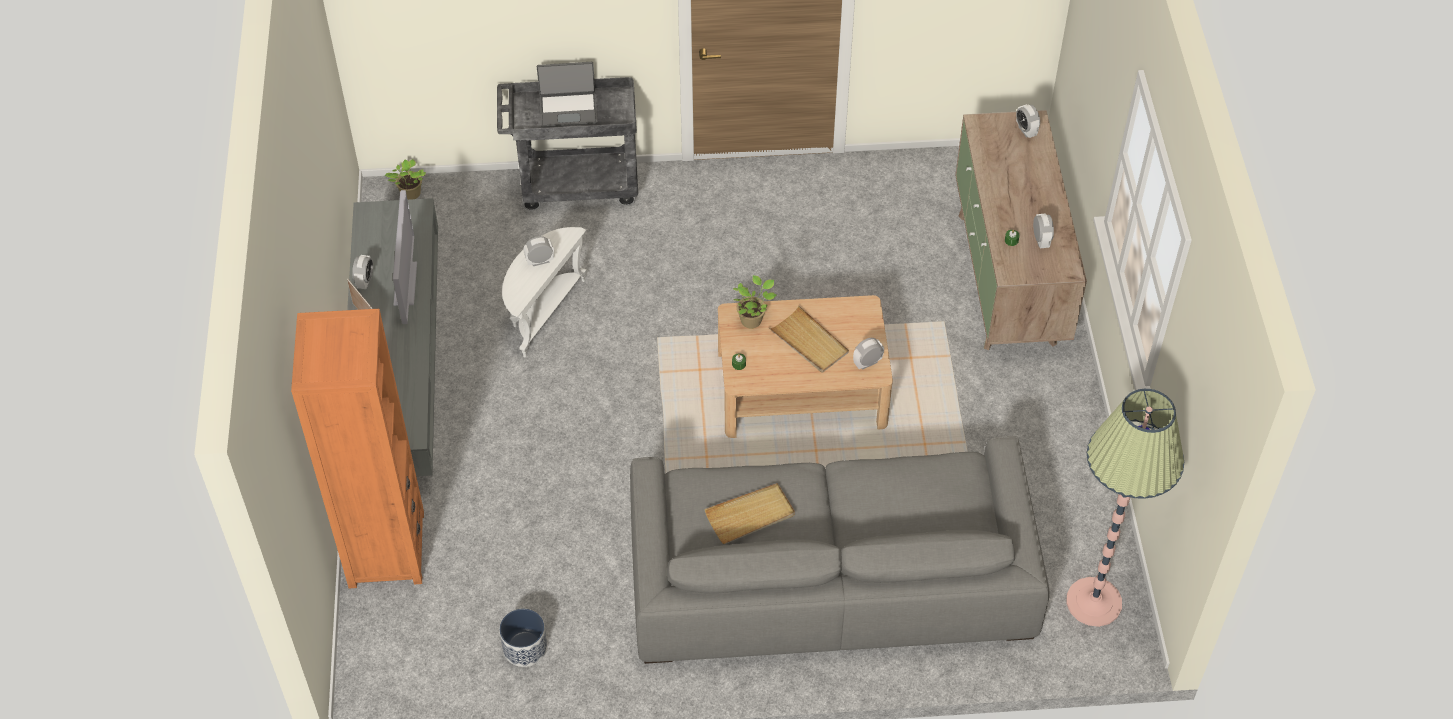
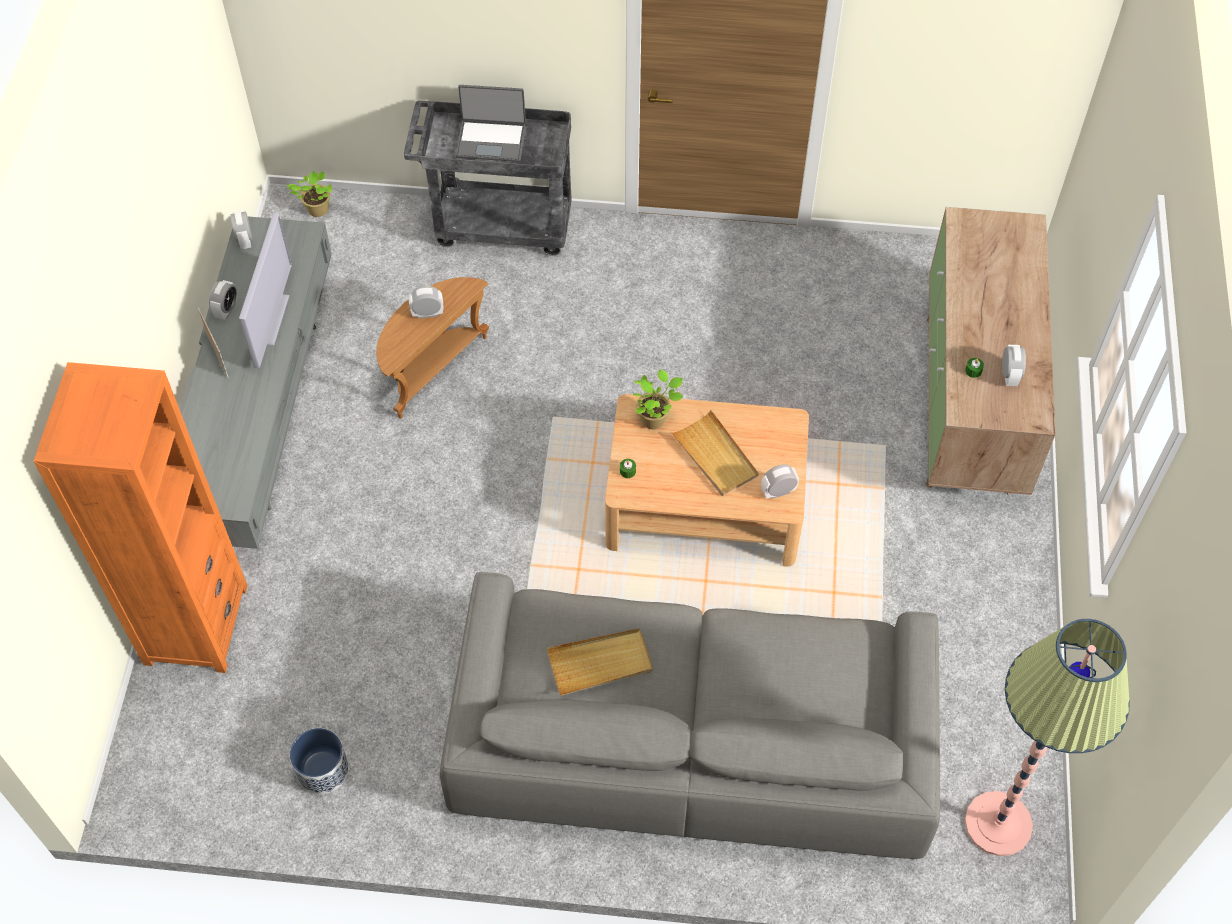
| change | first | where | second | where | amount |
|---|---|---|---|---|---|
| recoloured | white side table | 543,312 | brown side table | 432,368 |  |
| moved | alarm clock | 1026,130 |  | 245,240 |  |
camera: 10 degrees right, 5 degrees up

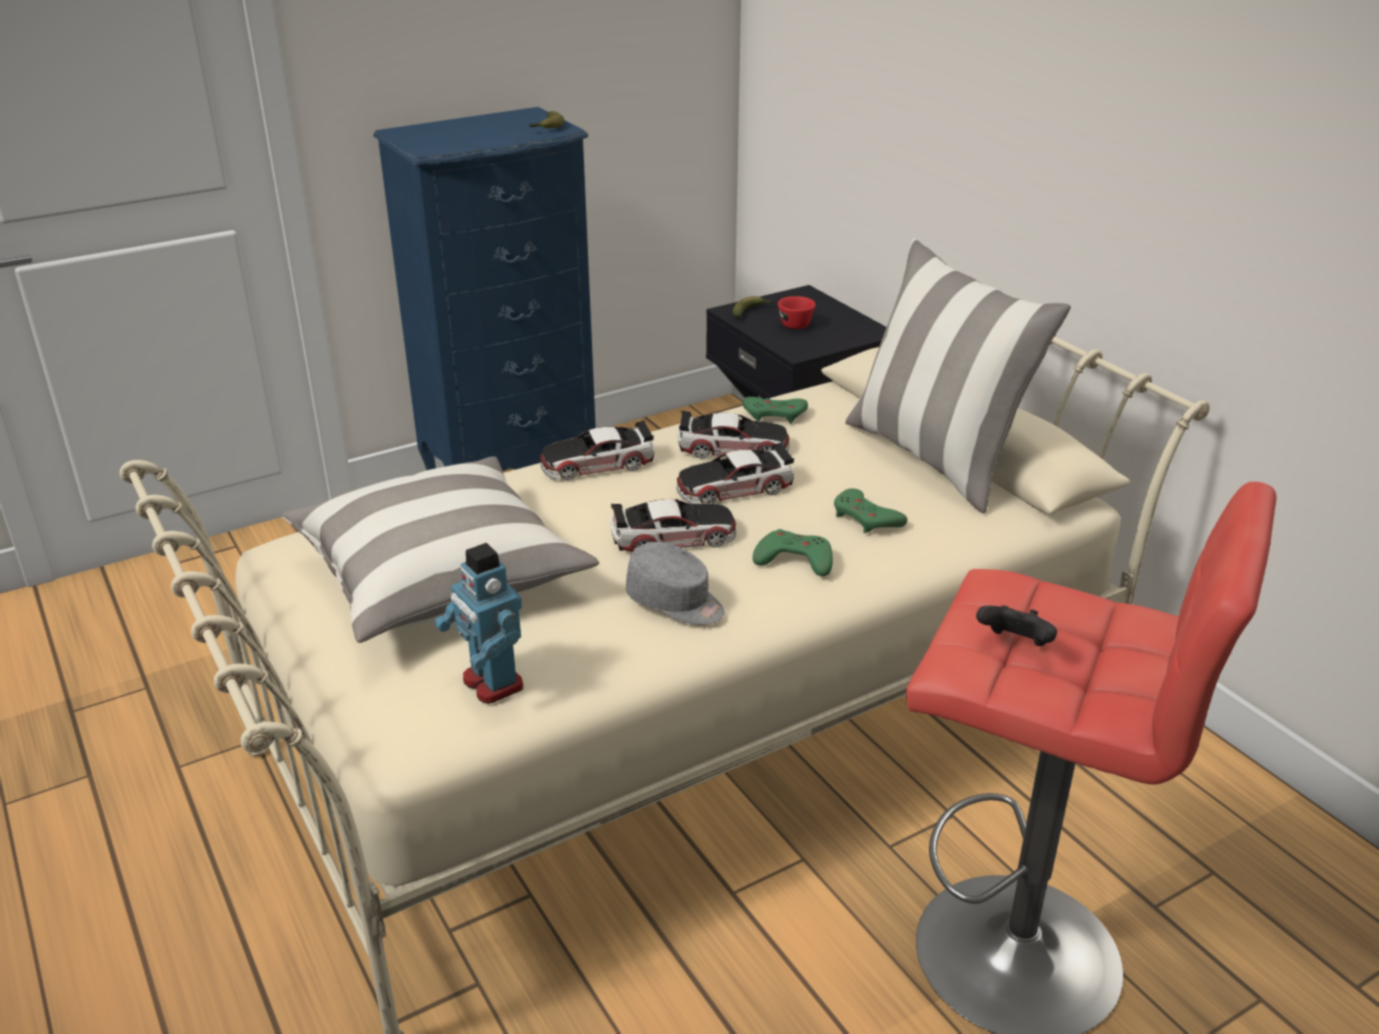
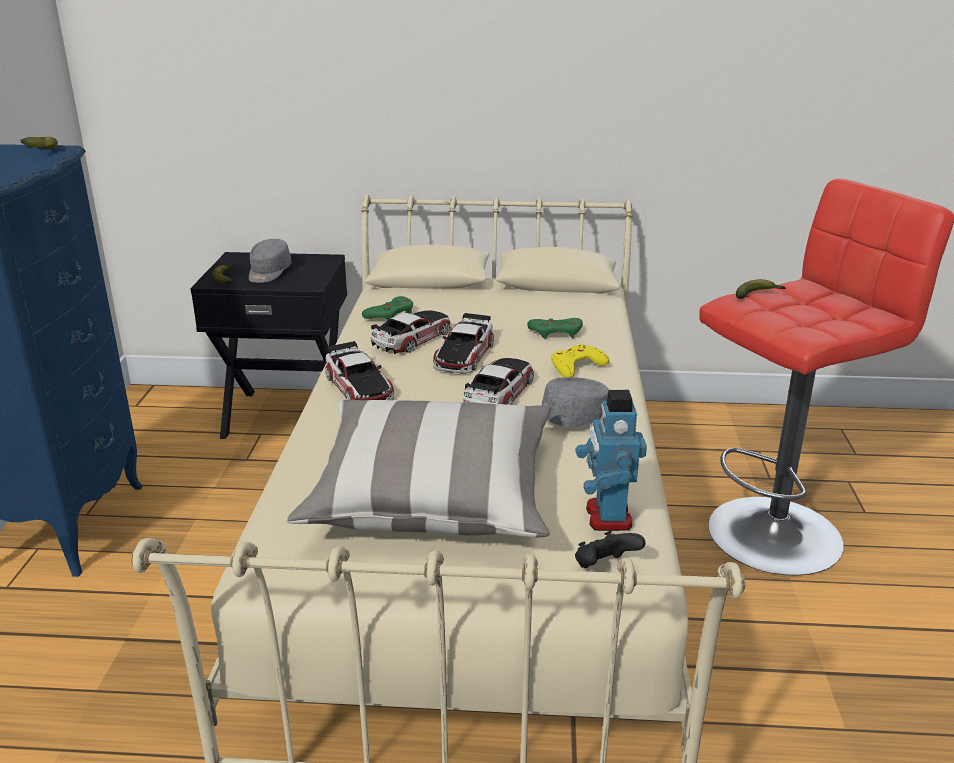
| change | first | where | second | where | amount |
|---|---|---|---|---|---|
| turned | toy robot | 491,683 |  | 607,516 | 90 degrees clockwise |
| turned | toy car | 597,463 |  | 359,387 | 45 degrees counterclockwise |
| recoloured | green game controller | 794,559 | yellow game controller | 576,366 |  |
| replaced | red cup | 793,323 | grey cap | 268,273 |  |
| removed | pillow | 936,458 |  |  |  |
| moved | black game controller | 1015,645 |  | 604,567 |  |
| added |  |  | banana | 758,295 |  |
camera: 55 degrees left, 5 degrees down

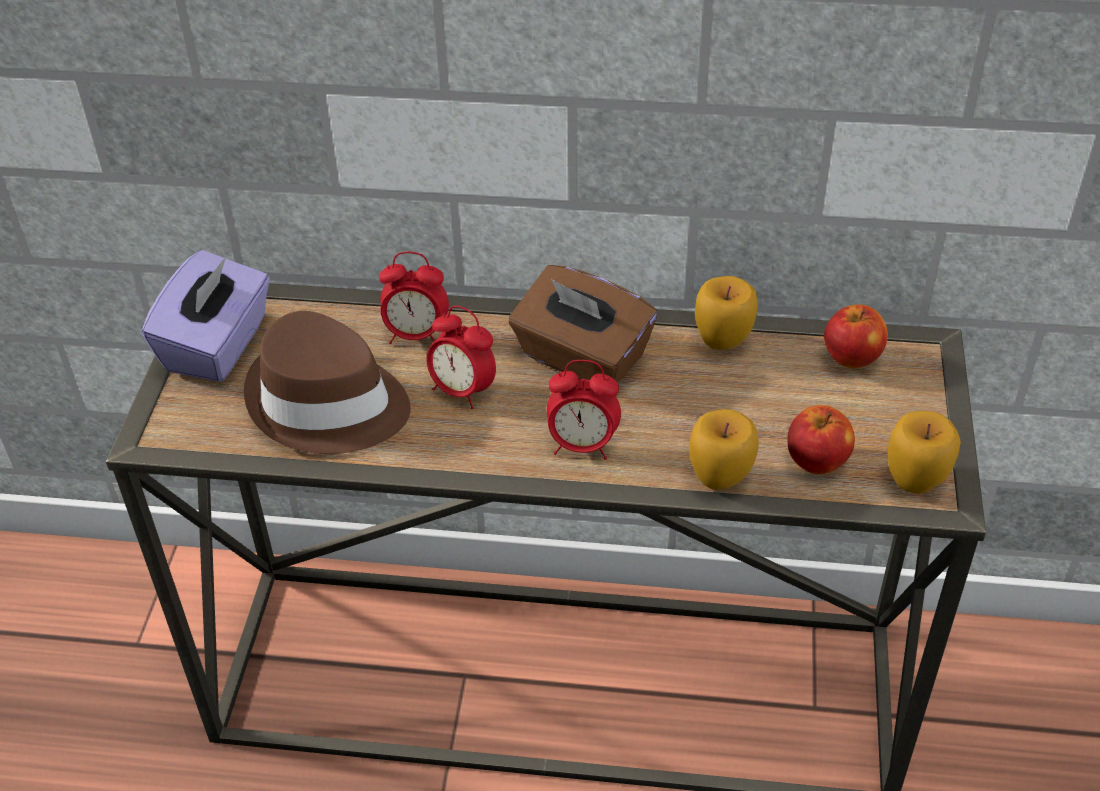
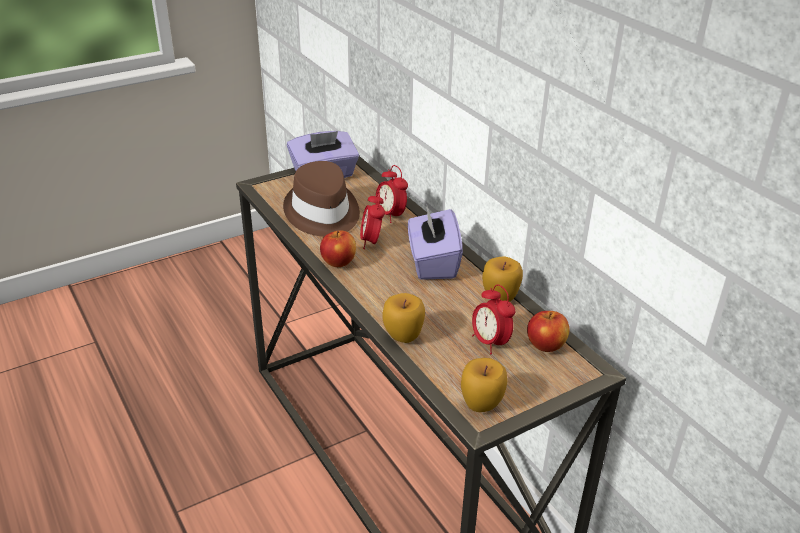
| change | first | where | second | where | amount |
|---|---|---|---|---|---|
| recoloured | brown tissue box | 581,358 | purple tissue box | 432,263 |  |
| moved | alarm clock | 582,445 |  | 490,342 |  |
| moved | apple | 816,461 |  | 338,262 |  |
camera: 50 degrees right, 10 degrees down

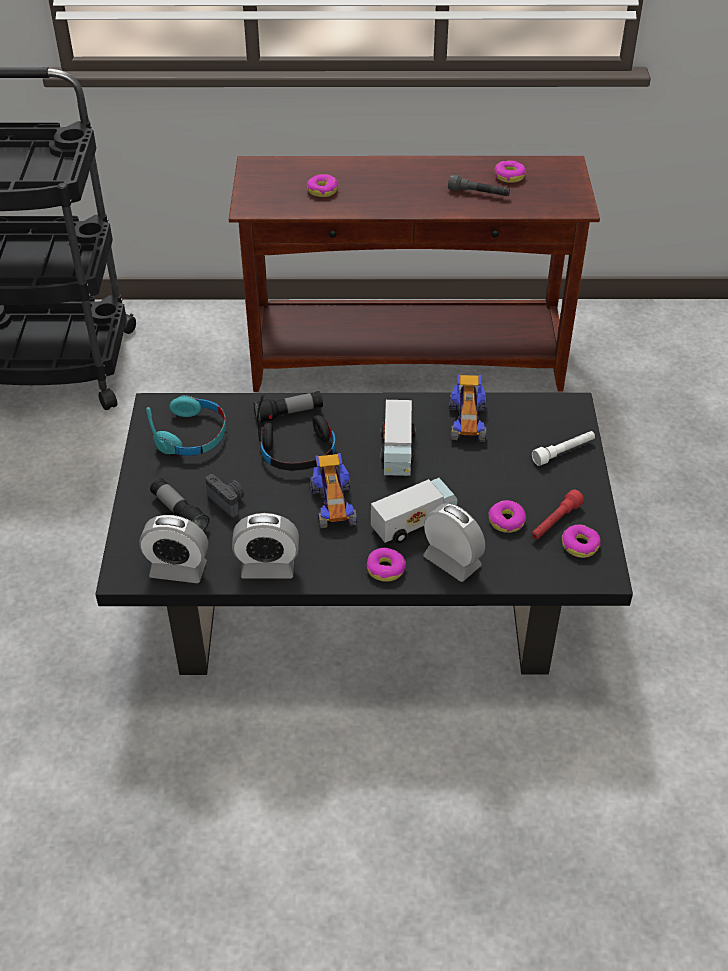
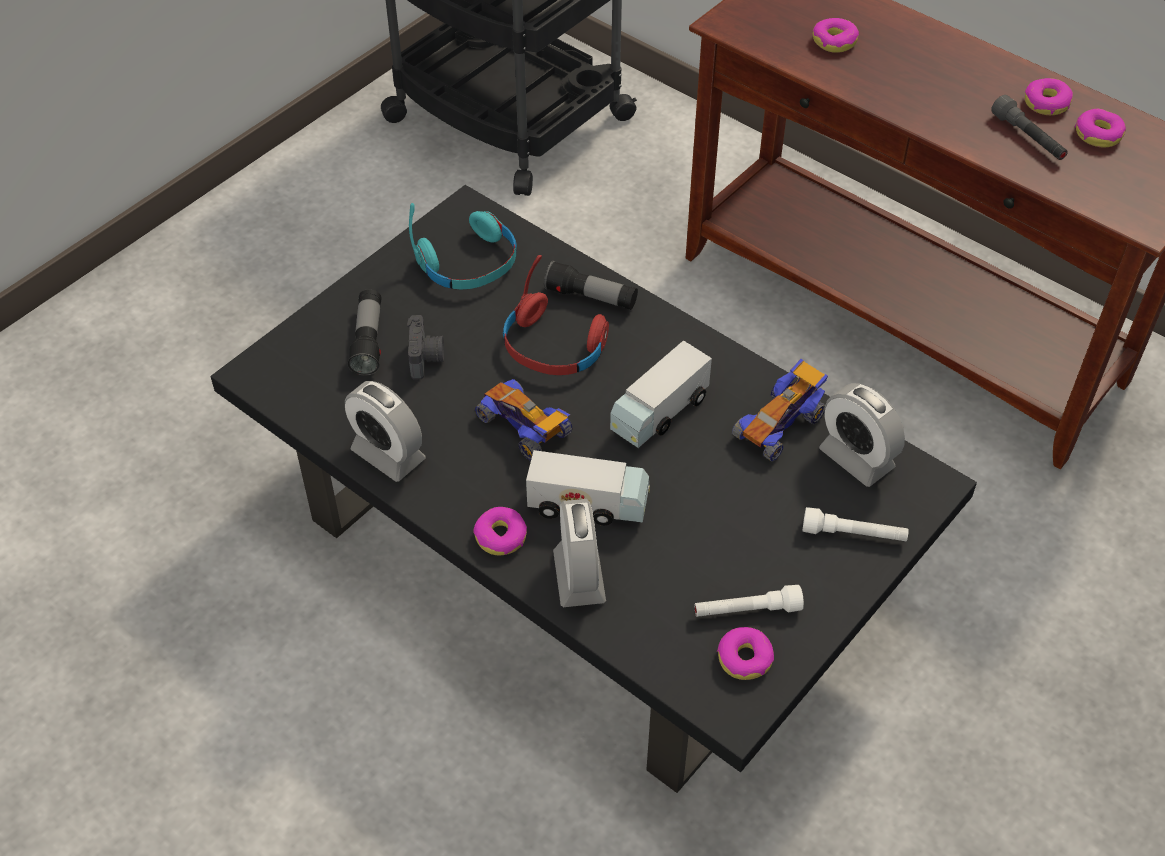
| change | first | where | second | where | amount |
|---|---|---|---|---|---|
| moved | alarm clock | 178,569 |  | 856,458 |  |
| recoloured | black headphones | 298,452 | red headphones | 554,347 |  |
| turned | toy car | 333,504 |  | 526,428 | 105 degrees clockwise |
| moved | donut | 506,521 |  | 1046,103 |  |
| recoloured | red flashlight | 555,522 | white flashlight | 746,611 |  |
camera: 40 degrees right, 5 degrees up

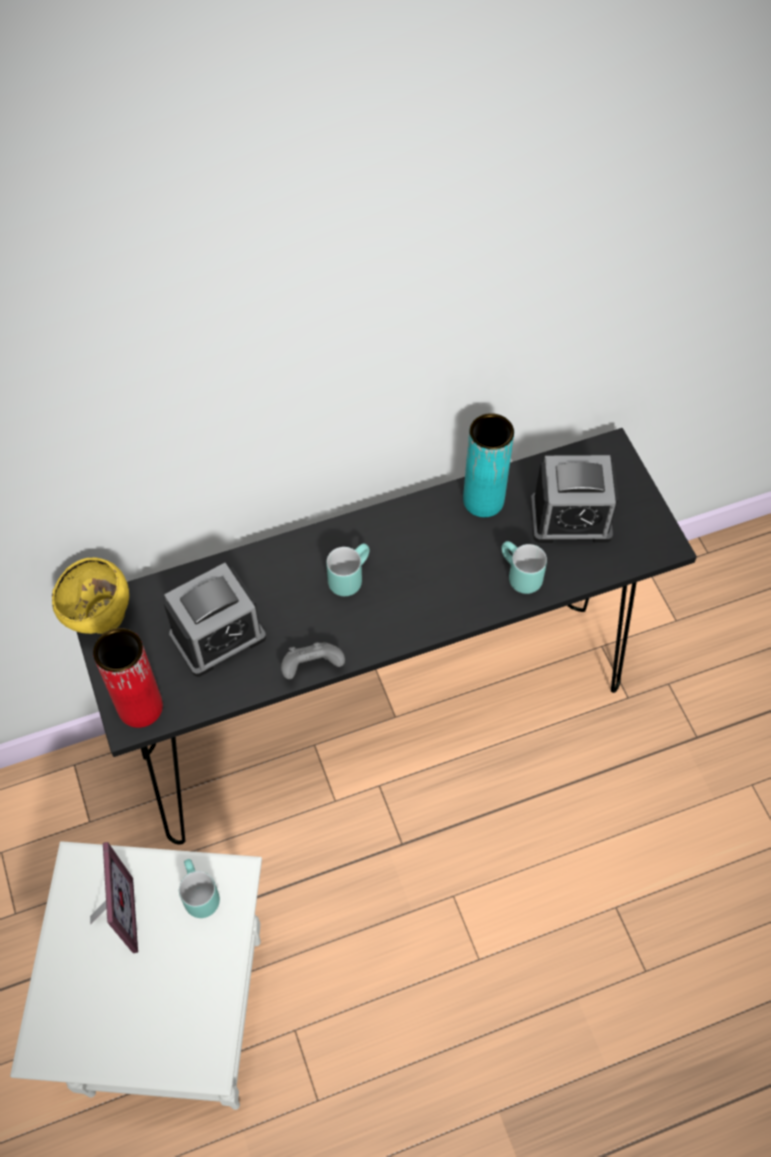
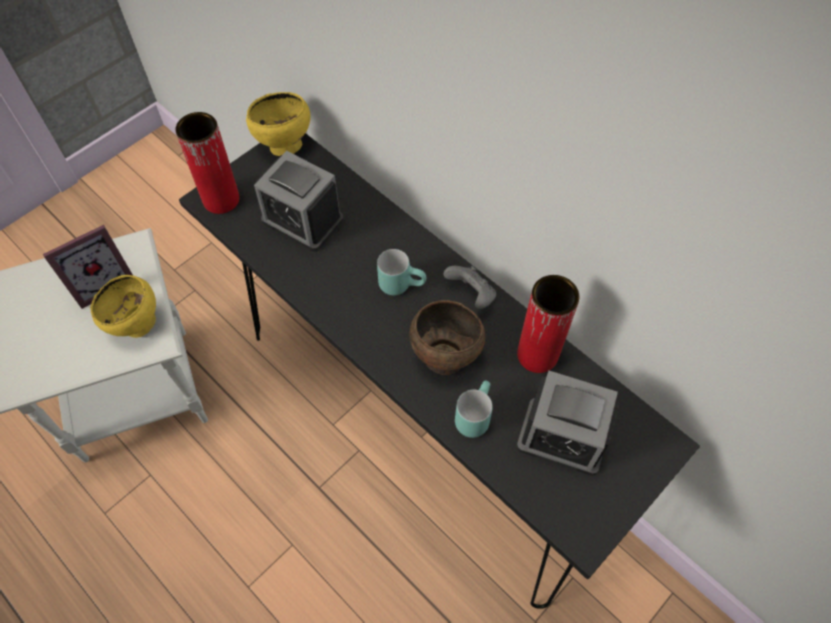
| change | first | where | second | where | amount |
|---|---|---|---|---|---|
| replaced | turquoise mug | 197,894 | yellow bowl | 136,325 |  |
| moved | grey game controller | 312,668 |  | 471,295 |  |
| recoloured | turquoise vase | 483,500 | red vase | 537,355 |  |
| turned | alarm clock | 570,519 |  | 562,437 | 45 degrees counterclockwise |
| added |  |  | brown bowl | 444,356 |  |
camera: 65 degrees right, 0 degrees up

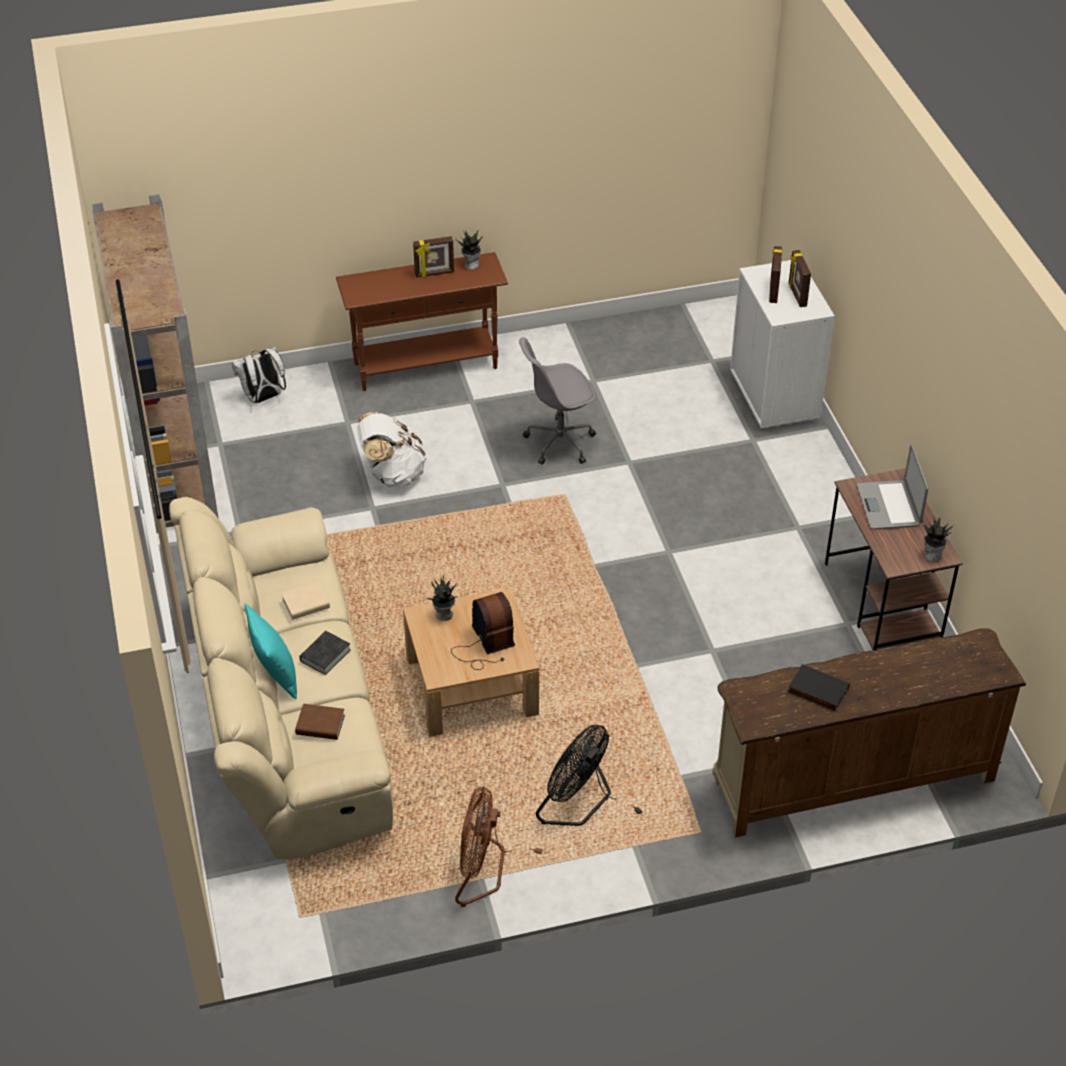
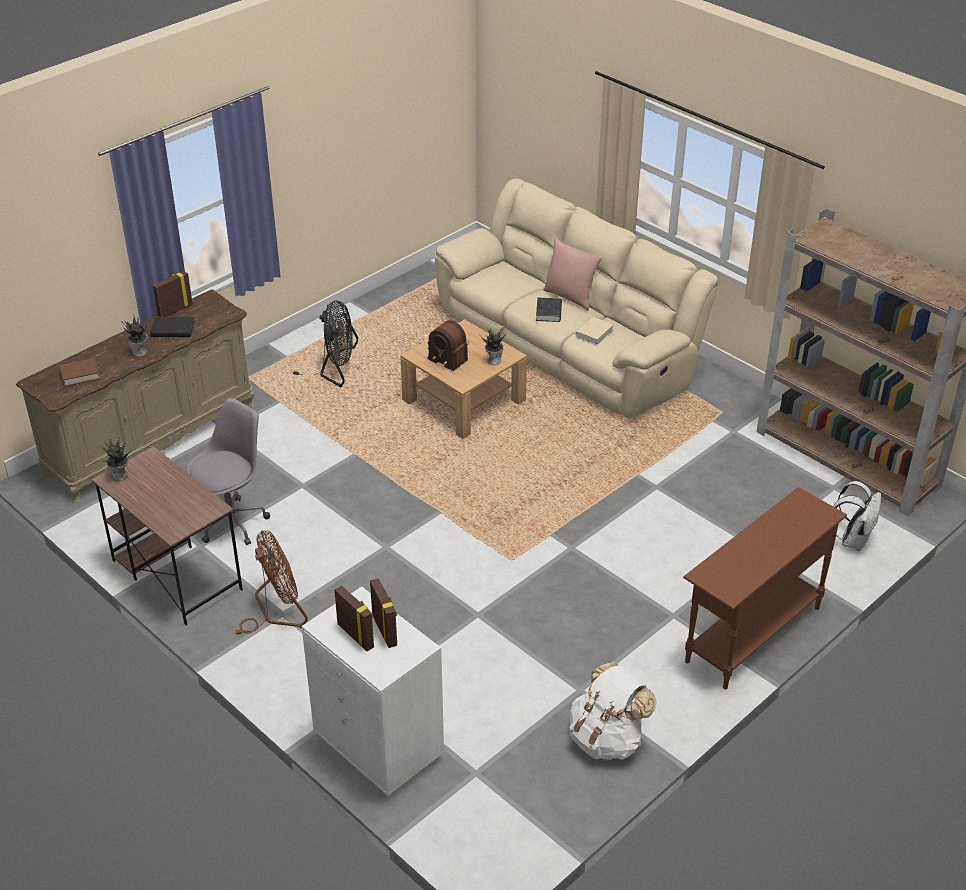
| change | first | where | second | where | amount |
|---|---|---|---|---|---|
| recoloured | turquoise pillow | 275,674 | pink pillow | 570,297 |  |
| moved | brown book | 320,725 |  | 80,375 |  |
| moved | white backpack | 392,474 |  | 607,738 |  |
| moved | picture frame | 434,273 |  | 175,310 |  |
| moved | potted plant | 471,264 |  | 140,352 |  |
| moved | brown fan | 487,865 |  | 274,607 |  |
| moved | grey office chair | 558,443 |  | 233,522 |  |
| removed | laptop | 889,506 |  |  |  |
camera: 150 degrees right, 5 degrees down

